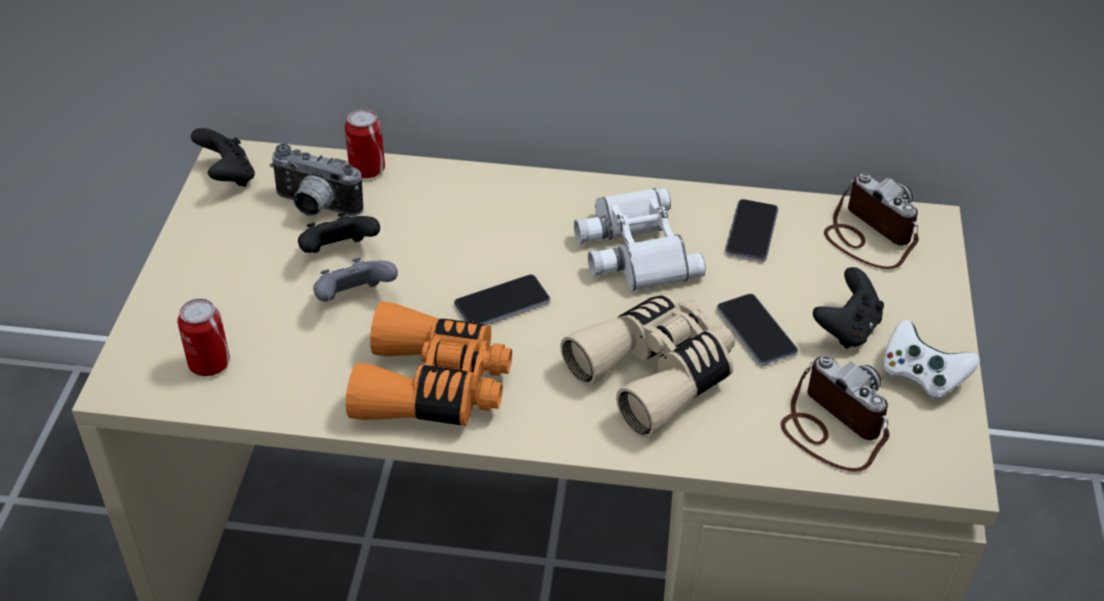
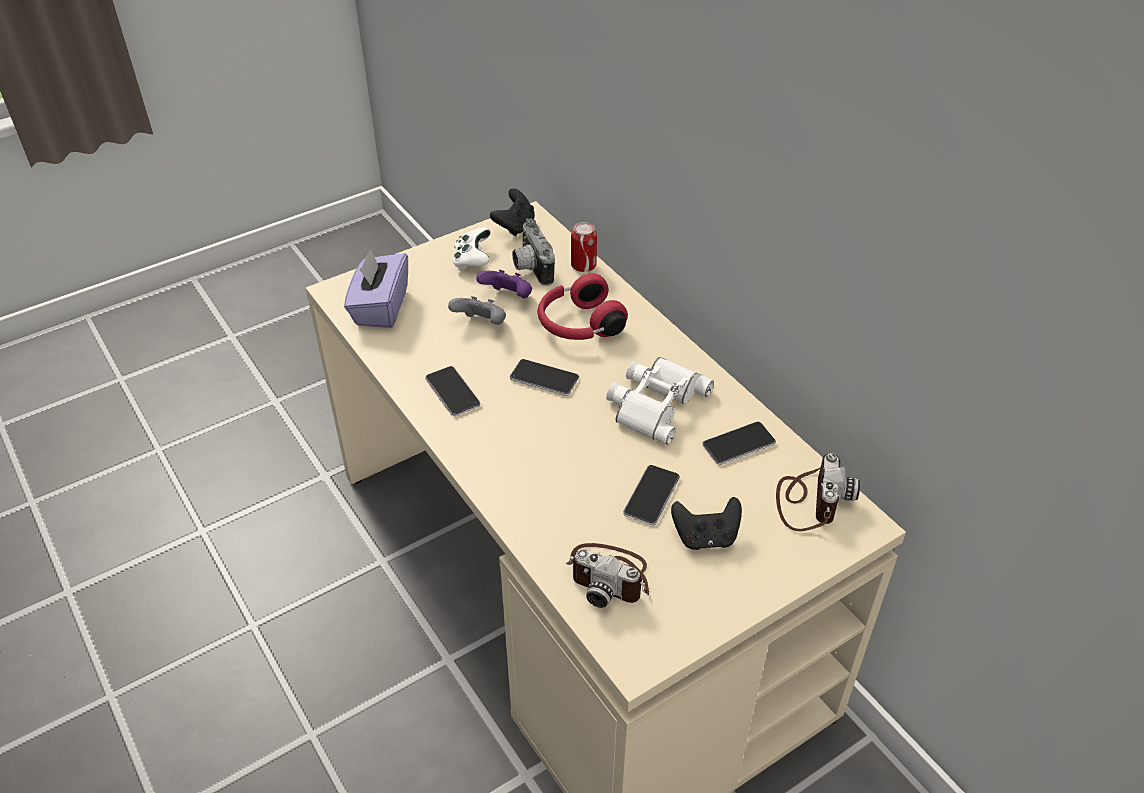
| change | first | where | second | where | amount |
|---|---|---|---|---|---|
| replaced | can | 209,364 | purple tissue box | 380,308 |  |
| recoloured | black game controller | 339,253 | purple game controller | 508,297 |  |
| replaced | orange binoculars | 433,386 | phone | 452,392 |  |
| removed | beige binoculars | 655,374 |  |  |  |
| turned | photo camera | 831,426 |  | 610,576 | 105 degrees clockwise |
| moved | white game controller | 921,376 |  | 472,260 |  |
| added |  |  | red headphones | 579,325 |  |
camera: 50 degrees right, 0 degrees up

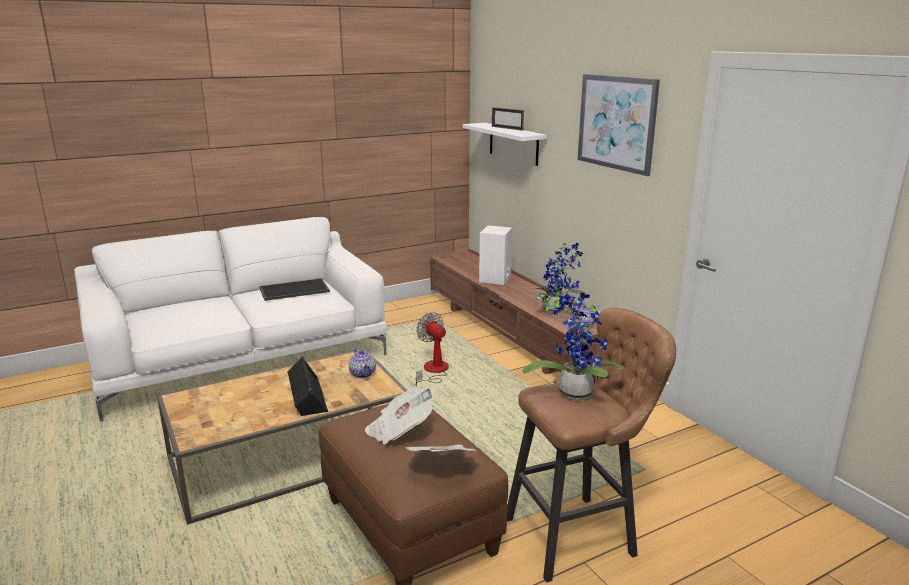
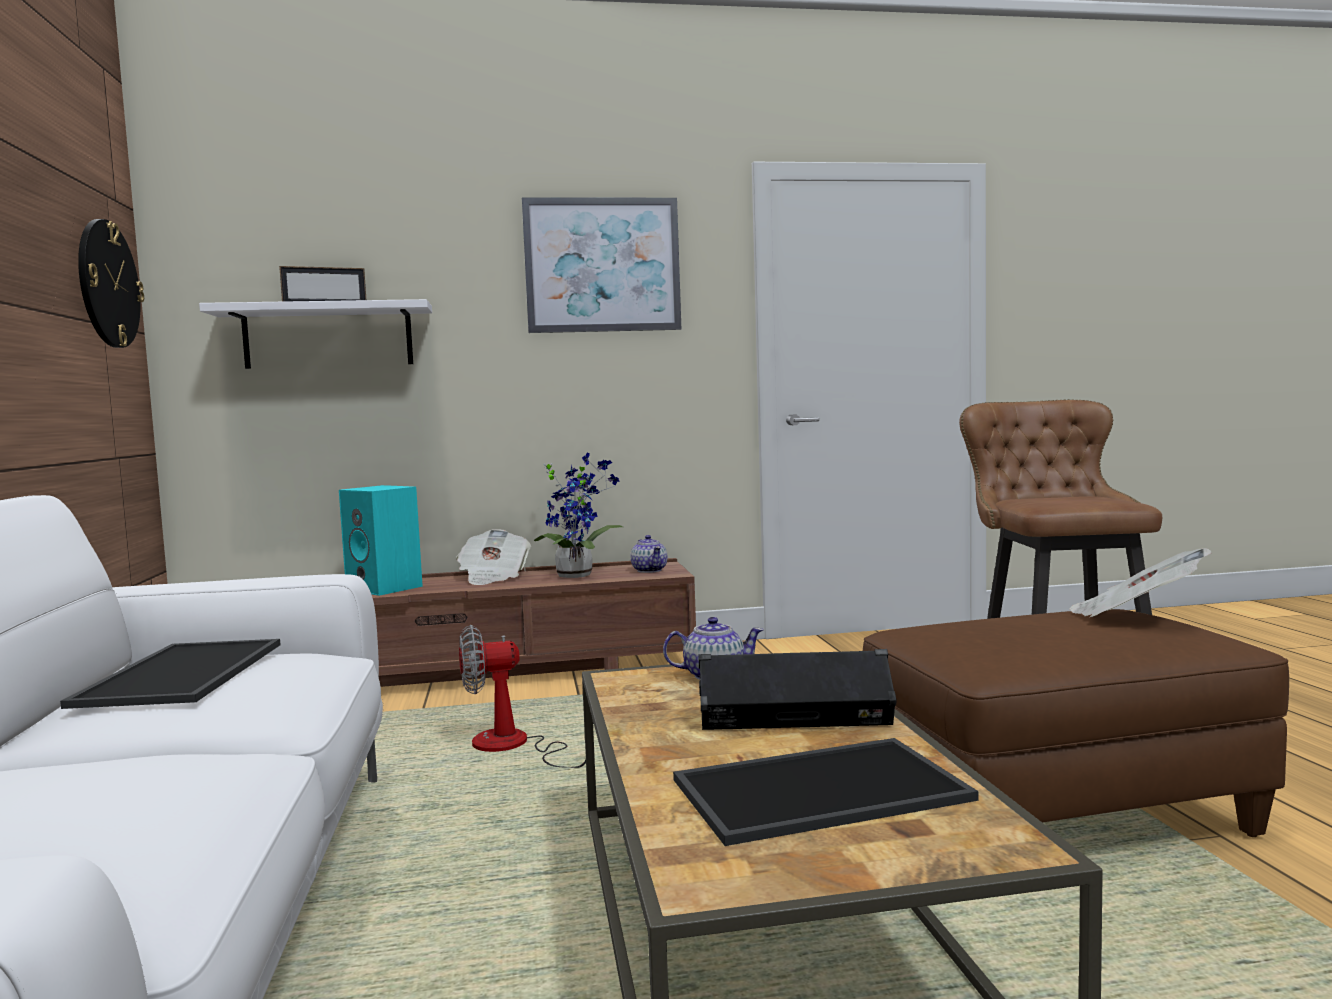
| change | first | where | second | where | amount |
|---|---|---|---|---|---|
| moved | newspaper | 400,430 |  | 493,577 |  |
| recoloured | white speaker | 495,279 | turquoise speaker | 386,588 |  |
| removed | potted plant | 573,391 |  |  |  |
| added |  |  | wall clock | 108,284 |  |
| added |  |  | tray | 820,788 |  |
camera: 70 degrees left, 15 degrees down

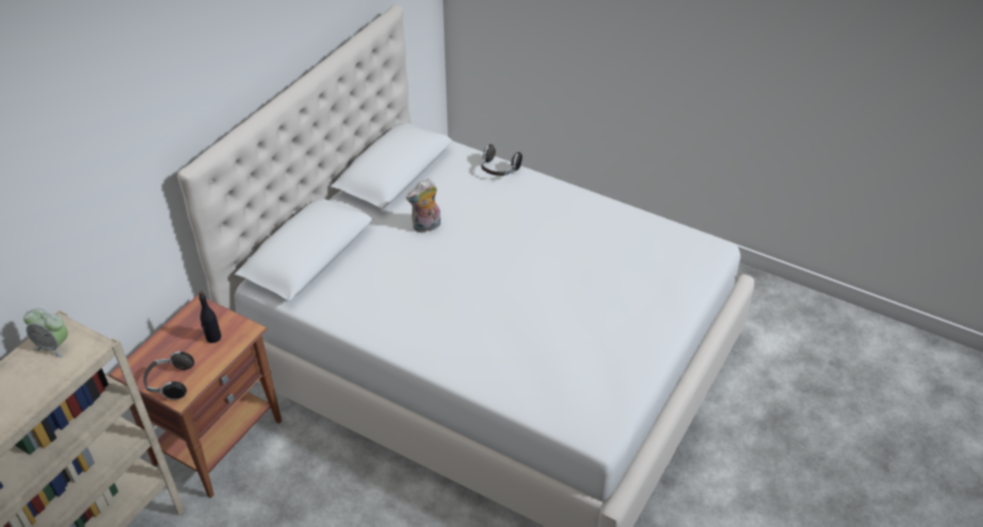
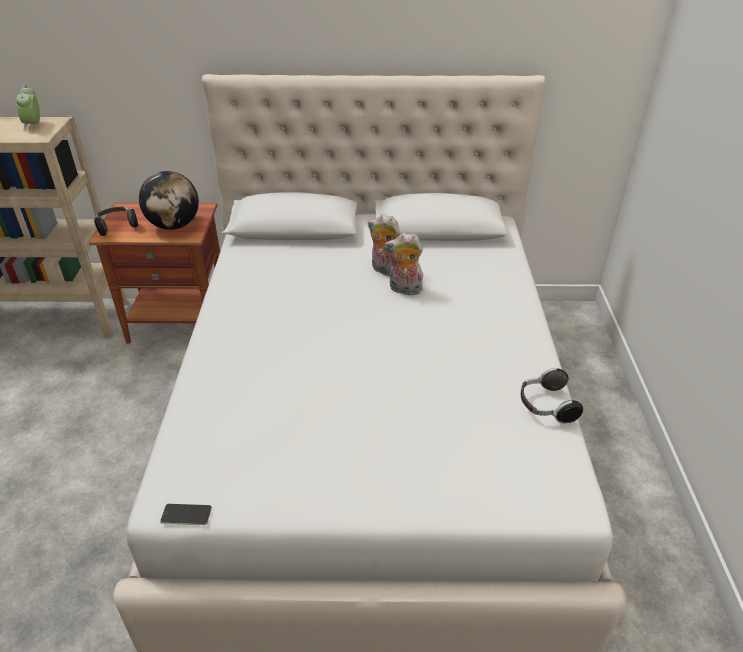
| change | first | where | second | where | amount |
|---|---|---|---|---|---|
| replaced | black bottle | 213,337 | globe | 174,225 |  |
| moved | headphones | 499,170 |  | 546,406 |  |
| added |  |  | phone | 186,514 |  |
| added |  |  | plush toy | 404,290 |  |
camera: 60 degrees right, 5 degrees down

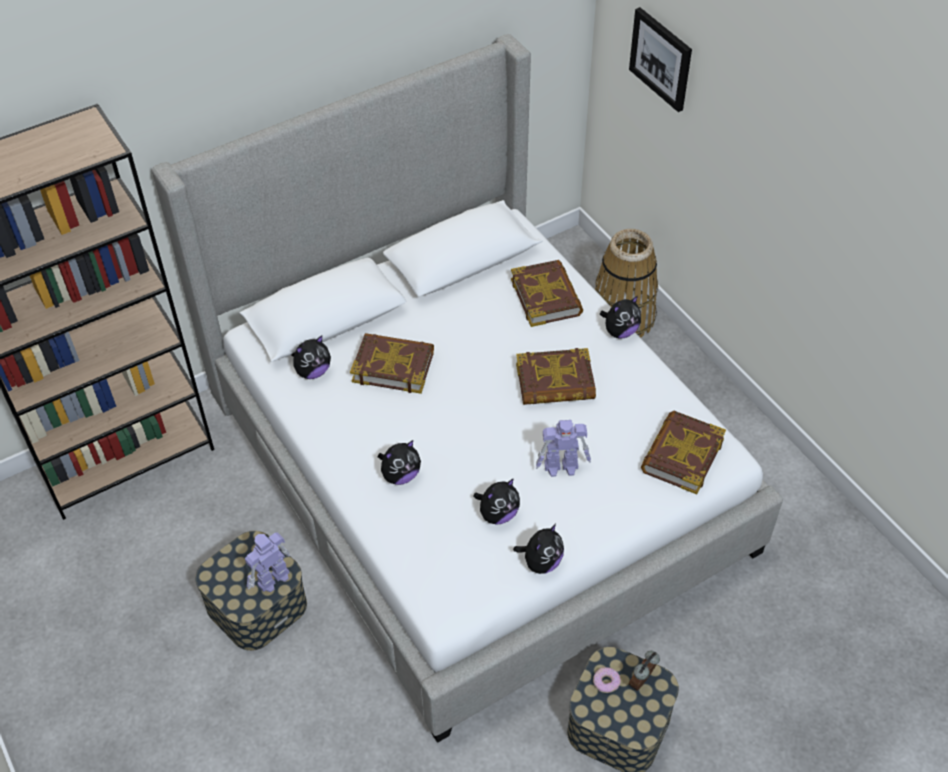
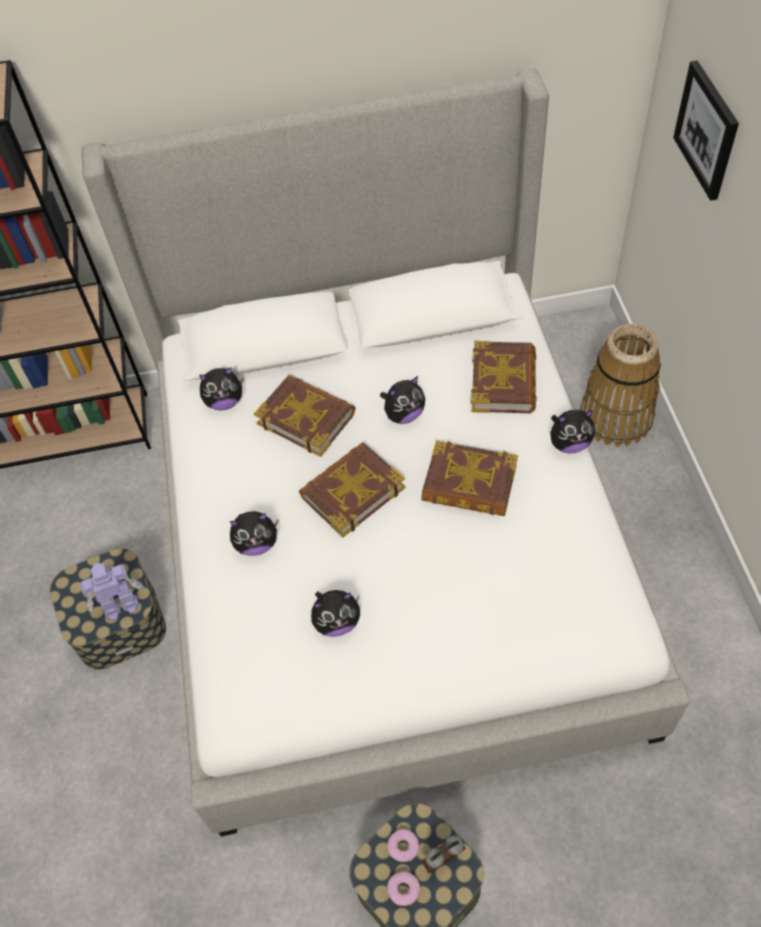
| change | first | where | second | where | amount |
|---|---|---|---|---|---|
| moved | plush toy | 541,562 |  | 404,414 |  |
| removed | toy robot | 562,466 |  |  |  |
| moved | book | 681,455 |  | 352,492 |  |
| added |  |  | donut | 404,890 |  |
camera: 25 degrees right, 5 degrees up

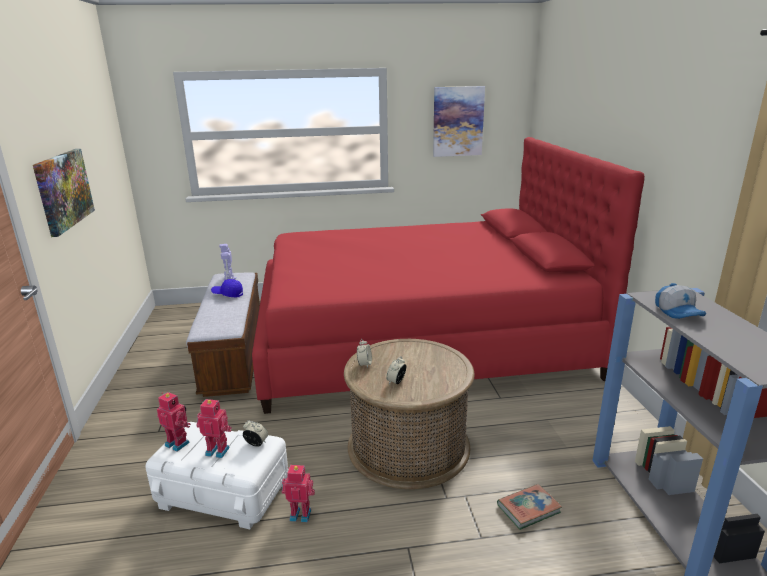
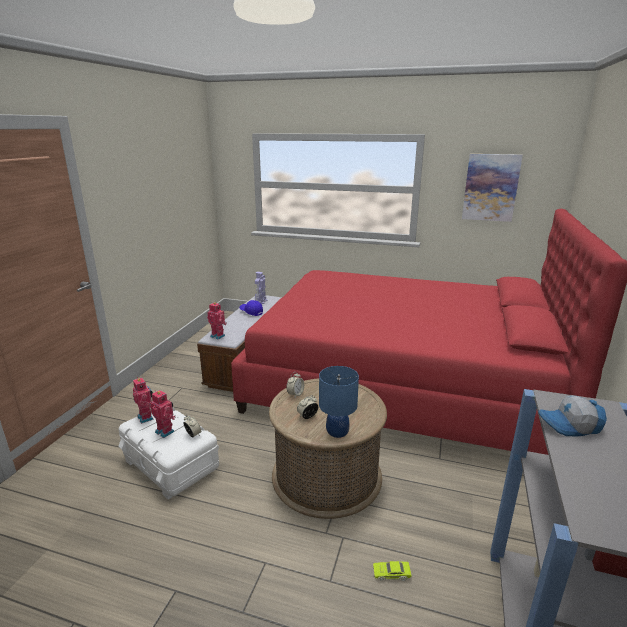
| change | first | where | second | where | amount |
|---|---|---|---|---|---|
| removed | picture | 63,190 |  |  |  |
| moved | toy robot | 301,514 |  | 218,336 |  |
| replaced | book | 528,509 | green toy car | 391,573 |  |
| turned | cap | 679,312 |  | 570,426 | 75 degrees clockwise |
| added |  |  | blue table lamp | 338,433 |  |
camera: 25 degrees right, 0 degrees up

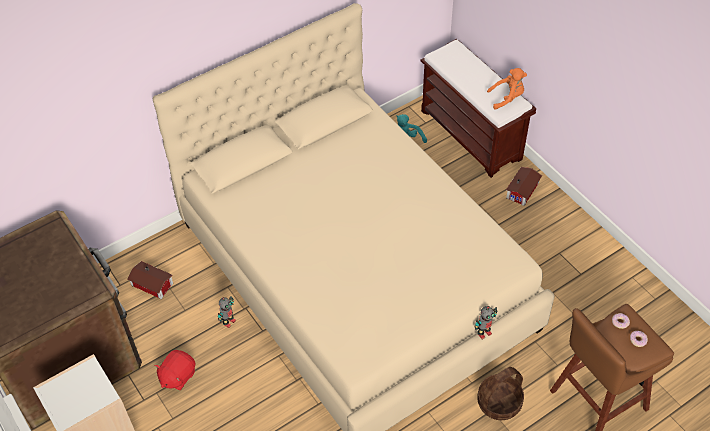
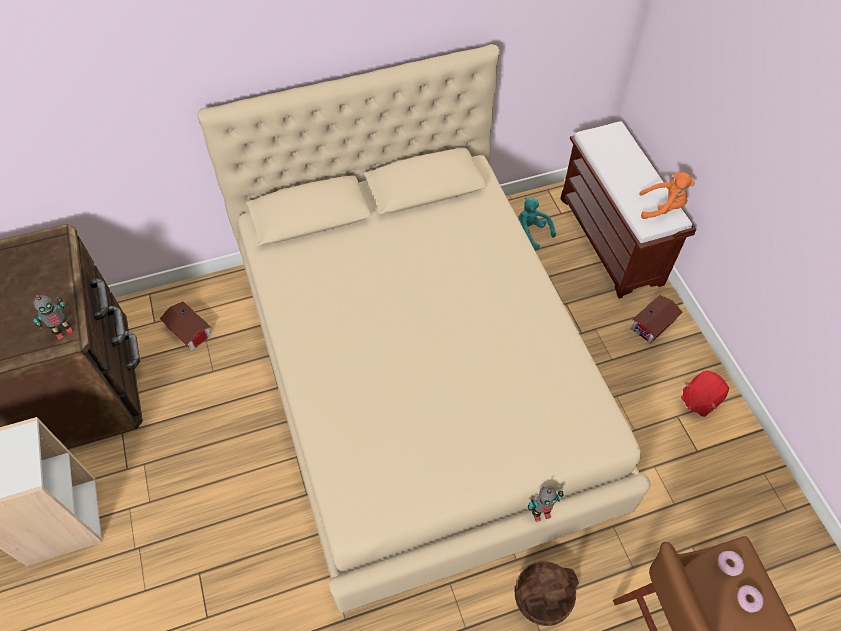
| change | first | where | second | where | amount |
|---|---|---|---|---|---|
| moved | red plush toy | 177,376 |  | 699,399 |  |
| moved | toy robot | 228,322 |  | 63,331 |  |
camera: 15 degrees right, 5 degrees up

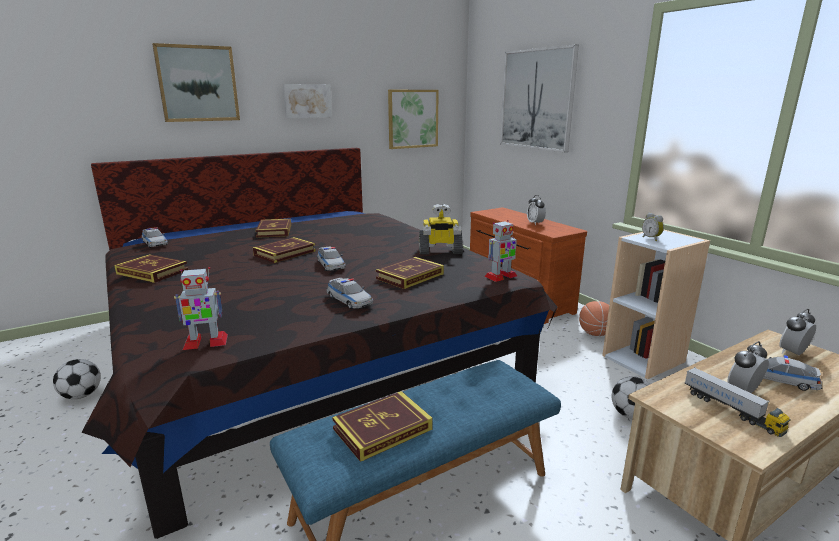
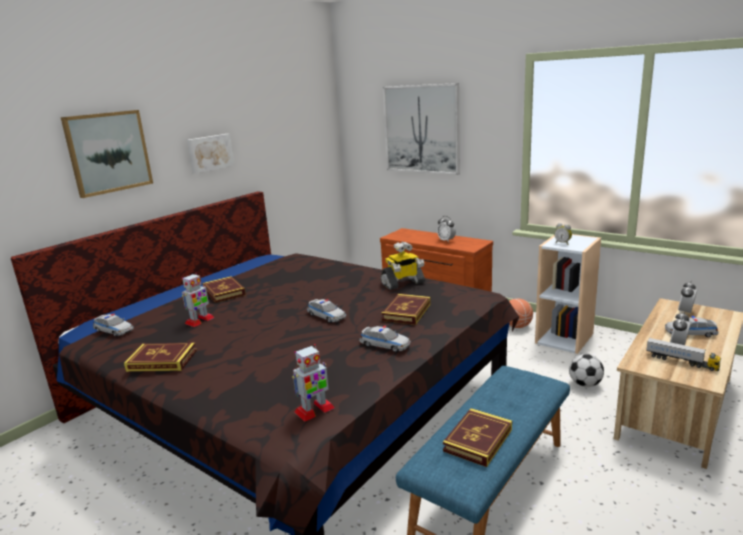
| change | first | where | second | where | amount |
|---|---|---|---|---|---|
| removed | football | 81,395 |  |  |  |
| removed | book | 285,253 |  |  |  |
| removed | picture | 412,119 |  |  |  |
| moved | toy robot | 500,276 |  | 199,321 |  |
camera: 20 degrees left, 0 degrees up

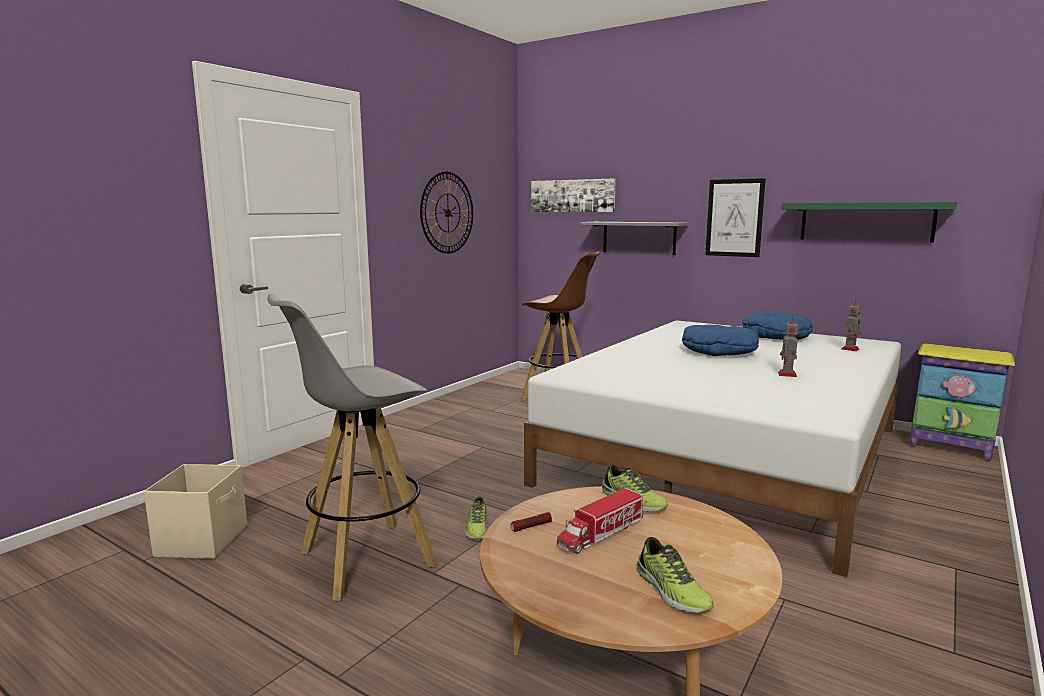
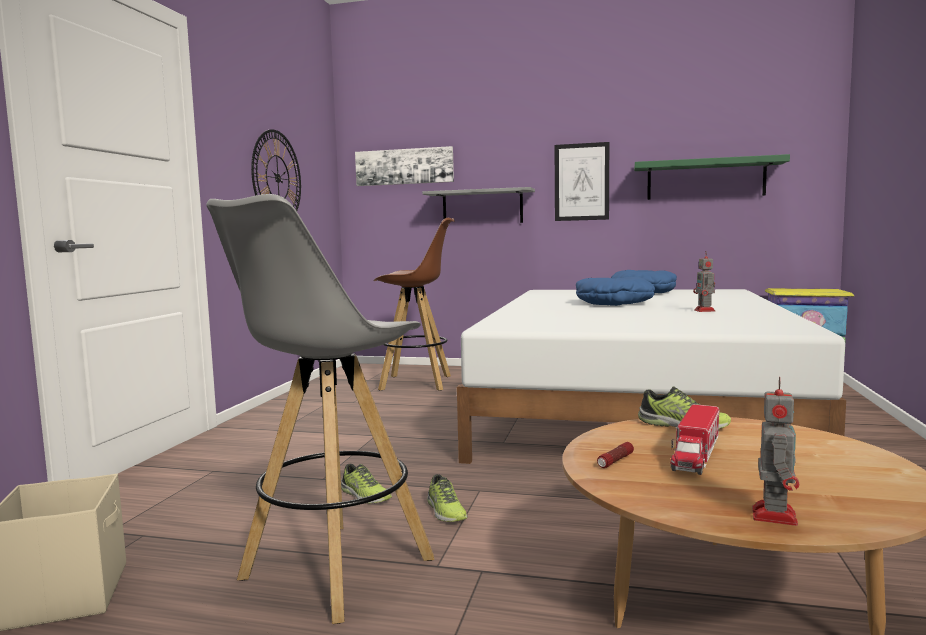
| change | first | where | second | where | amount |
|---|---|---|---|---|---|
| moved | shoe | 671,590 |  | 364,496 |  |
| moved | toy robot | 850,349 |  | 774,515 |  |
camera: 20 degrees left, 5 degrees down

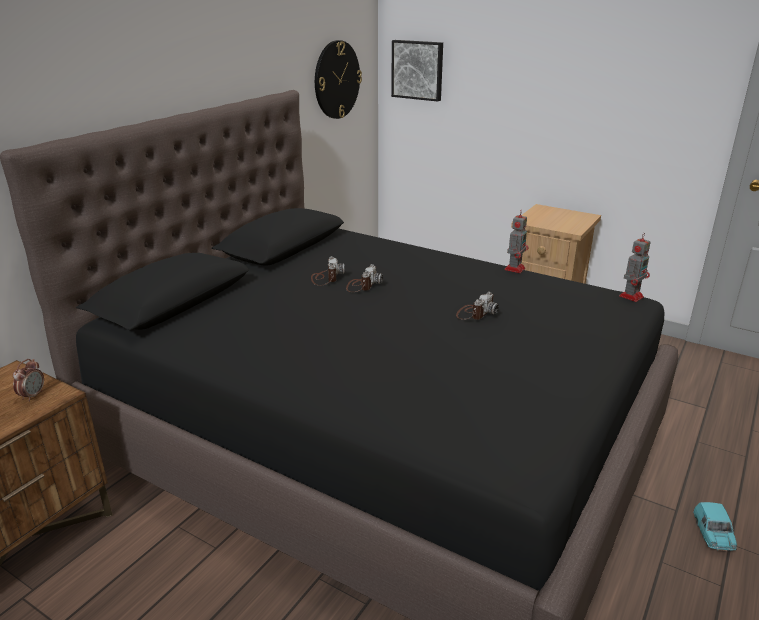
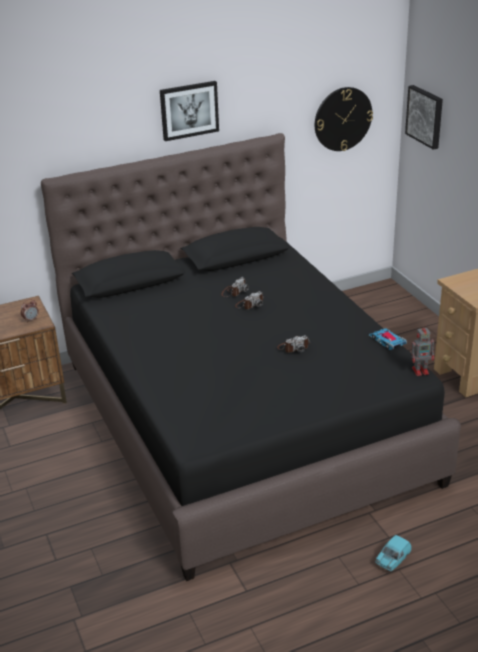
| change | first | where | second | where | amount |
|---|---|---|---|---|---|
| removed | toy robot | 515,268 |  |  |  |
| added |  |  | picture | 189,110 |  |
| added |  |  | toy car | 387,341 |  |
camera: 35 degrees right, 5 degrees up

